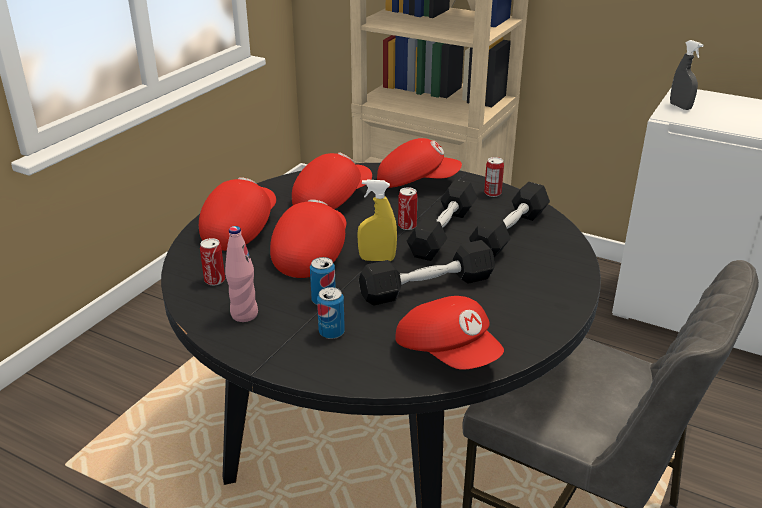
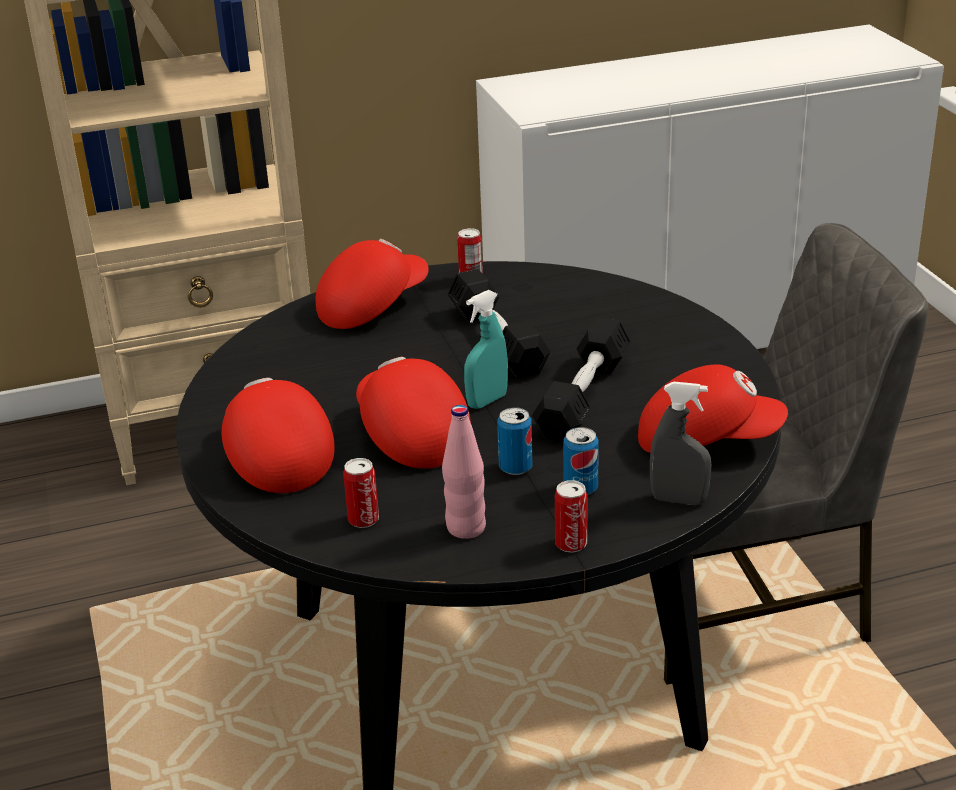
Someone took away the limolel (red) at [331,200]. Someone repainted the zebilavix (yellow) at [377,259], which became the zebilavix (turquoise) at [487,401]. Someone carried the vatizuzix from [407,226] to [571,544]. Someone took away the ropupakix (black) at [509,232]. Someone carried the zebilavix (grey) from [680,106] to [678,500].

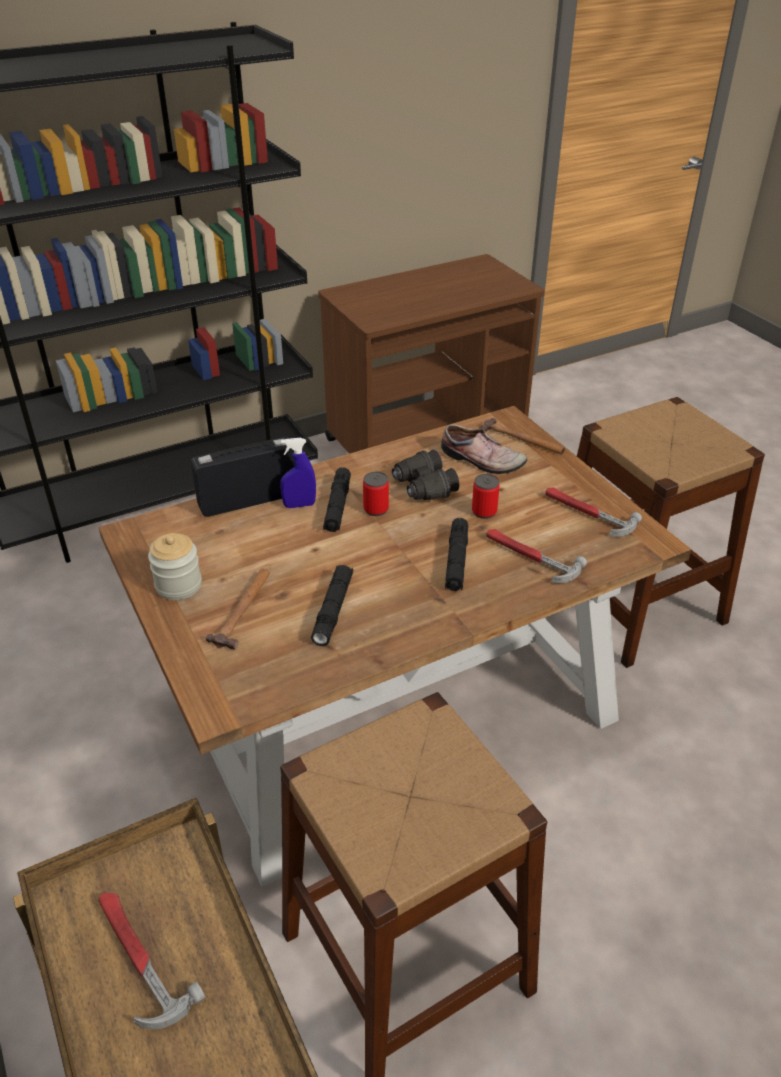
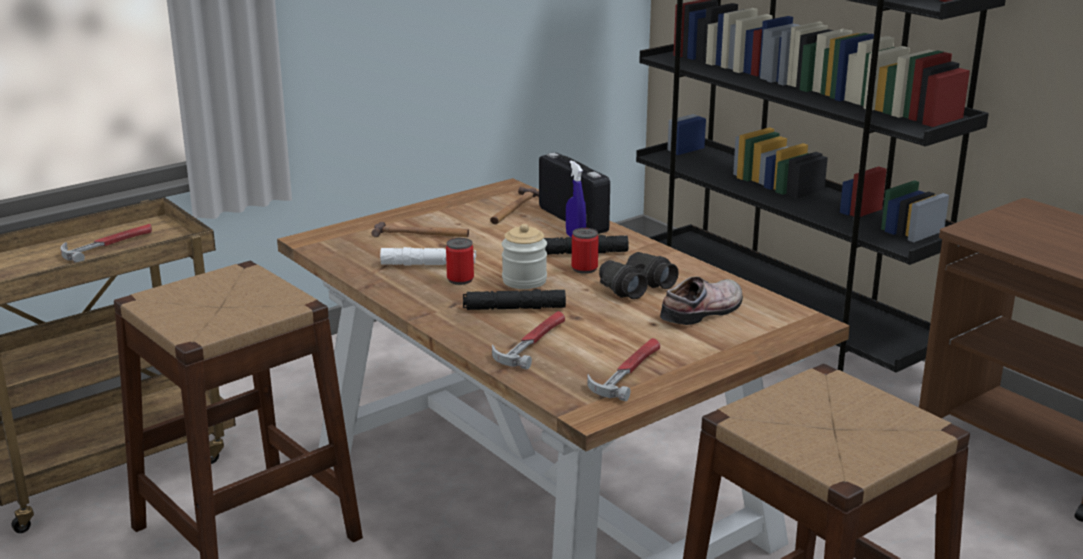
Someone carried the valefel from [178,585] to [524,281]. Someone repainted the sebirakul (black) at [333,610], which became the sebirakul (white) at [428,264]. Someone rotated the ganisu at [481,461] by 150 degrees counterclockwise. Someone carried the vatizuzix from [484,511] to [460,279]. Someone carried the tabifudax from [522,440] to [513,209].

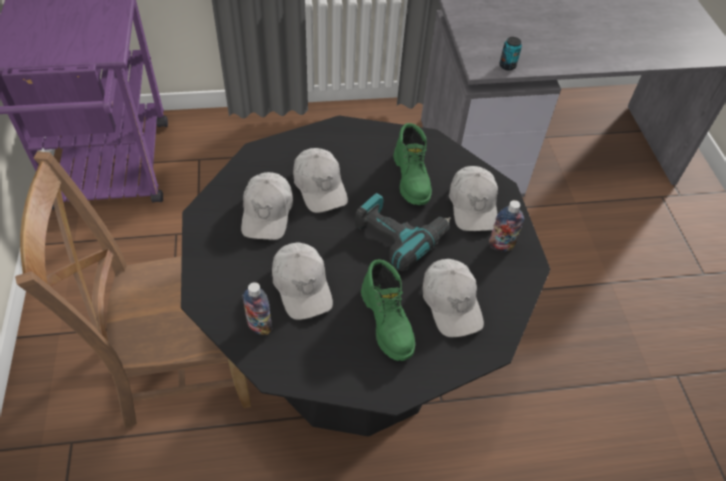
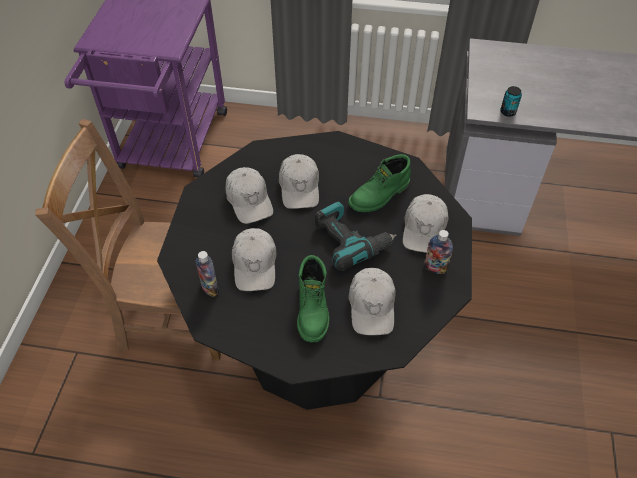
Someone rotated the limolel (white) at [267,213] by 45 degrees counterclockwise. Someone rotated the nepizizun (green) at [412,178] by 45 degrees clockwise.

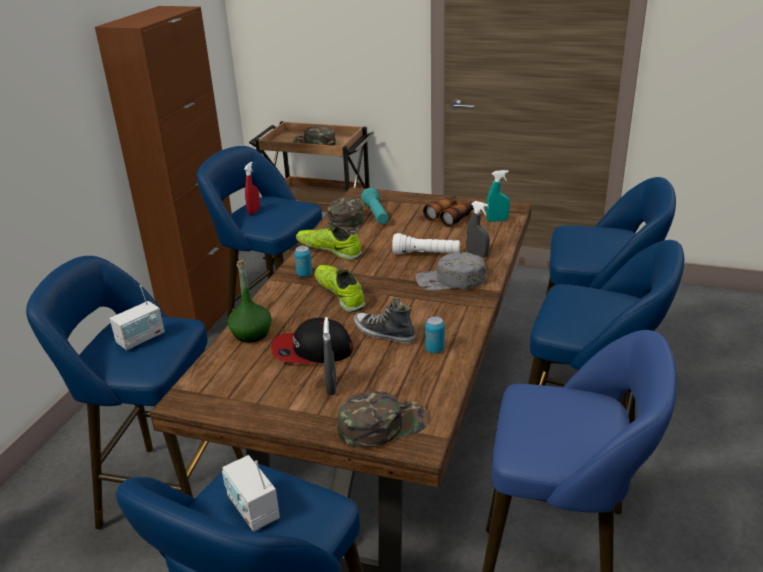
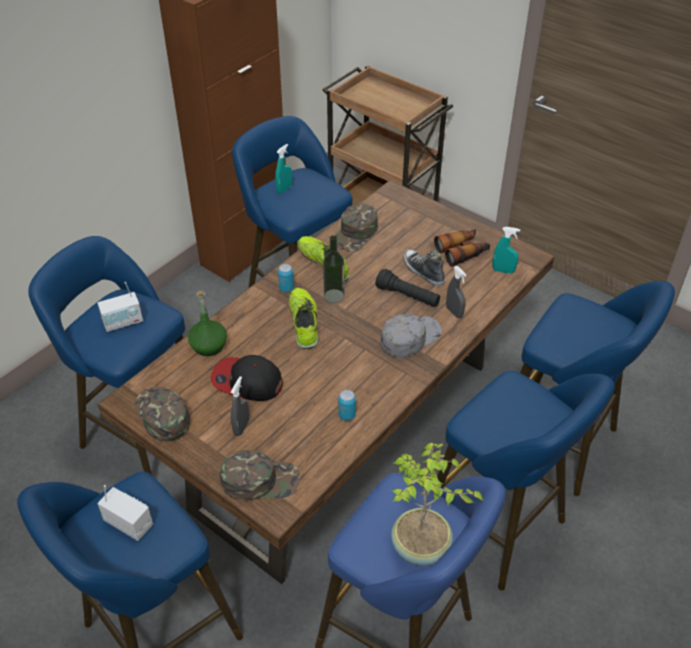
Someone rotated the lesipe at [253,509] by 135 degrees clockwise. Someone repainted the zebilavix (red) at [254,211], which became the zebilavix (turquoise) at [284,189]. Someone carried the limolel (green) from [314,143] to [162,415]. Someone carried the ganisu from [383,333] to [422,271]. Someone took away the sebirakul (turquoise) at [376,215]. Someone repainted the sebirakul (white) at [426,254], which became the sebirakul (black) at [407,296]. Someone rotated the limolel (grey) at [450,280] by 120 degrees clockwise. Someone put down the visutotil at [334,296]. Someone put down the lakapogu at [420,548].

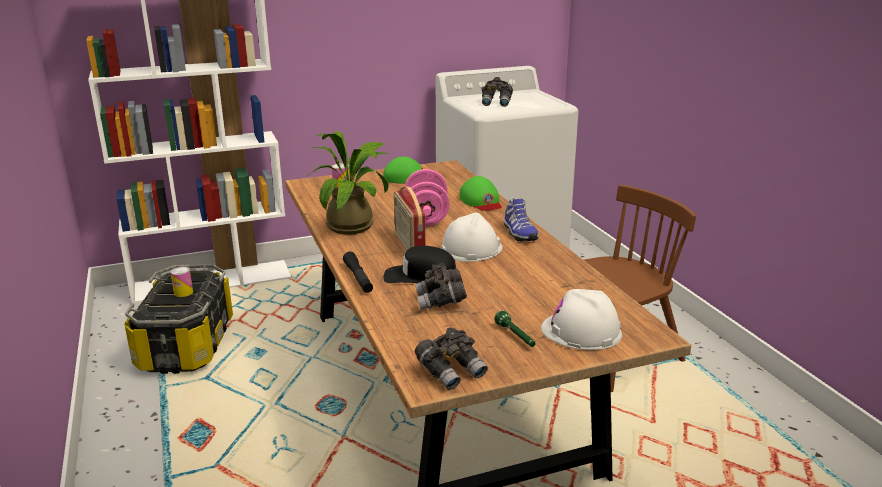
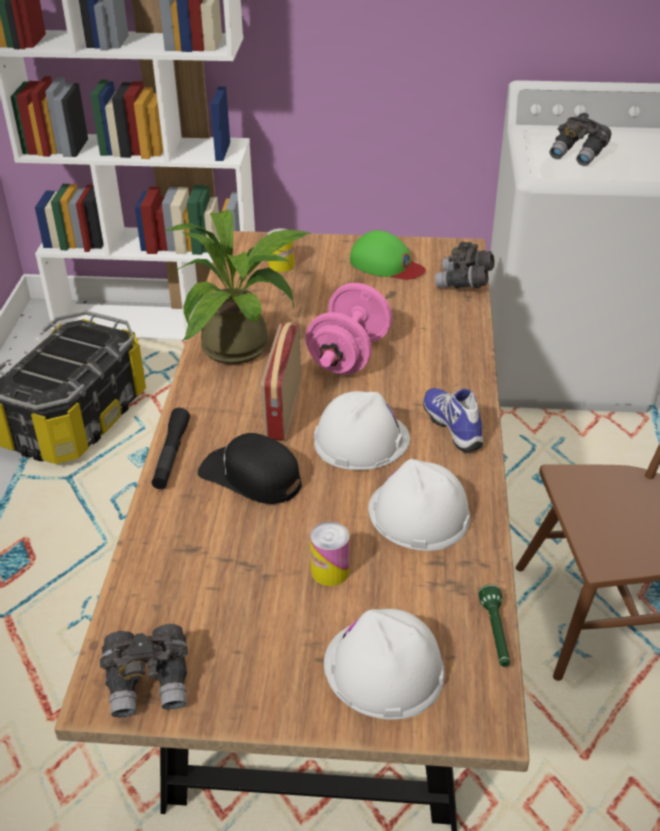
Someone carried the vatizuzix from [183,292] to [330,571]. Someone carried the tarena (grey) from [441,302] to [464,283]. Someone took away the limolel (green) at [481,201]. Someone carried the sebirakul (green) from [516,336] to [495,634]. Someone rotated the ganisu at [518,233] by 150 degrees clockwise. Someone put down the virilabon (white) at [418,513].

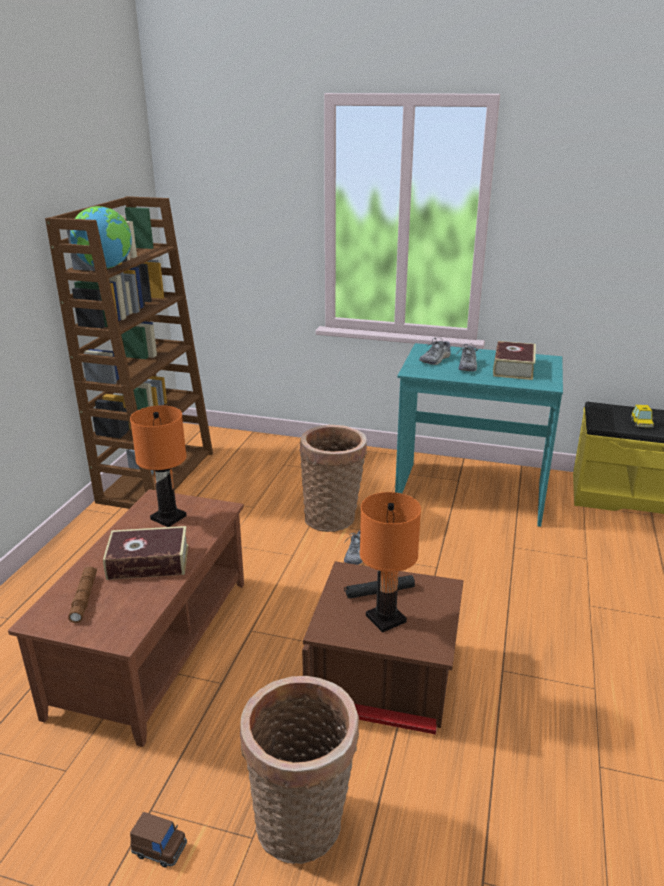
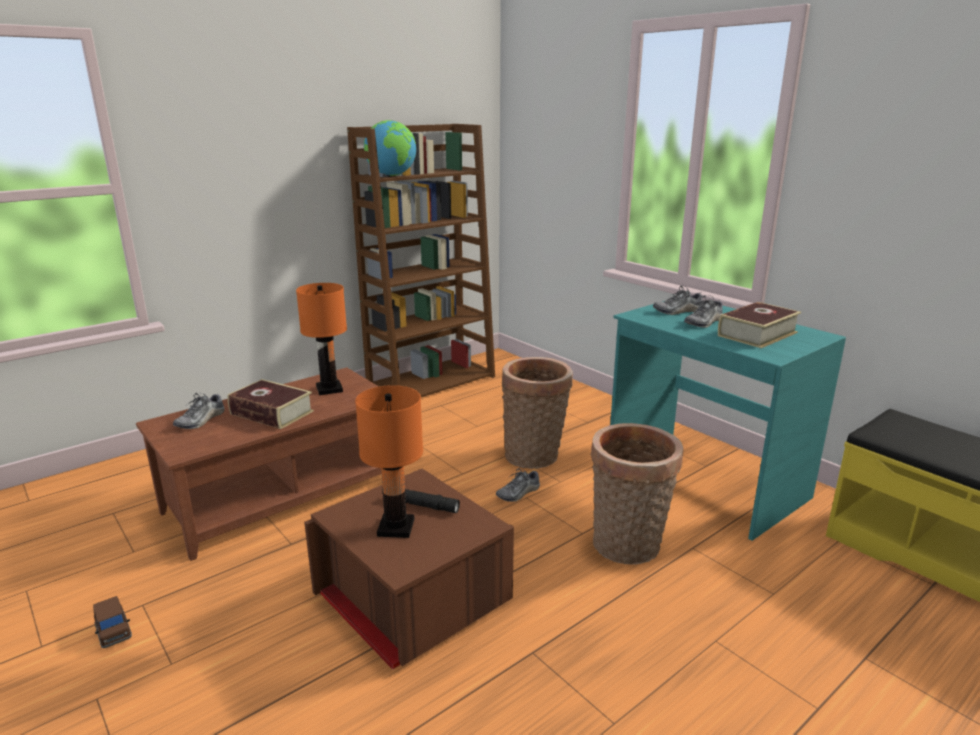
Someone swapped the sebirakul (brown) at [84,598] for the ganisu at [201,420]. Someone carried the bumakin from [302,827] to [627,547]. Someone took away the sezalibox at [641,424].

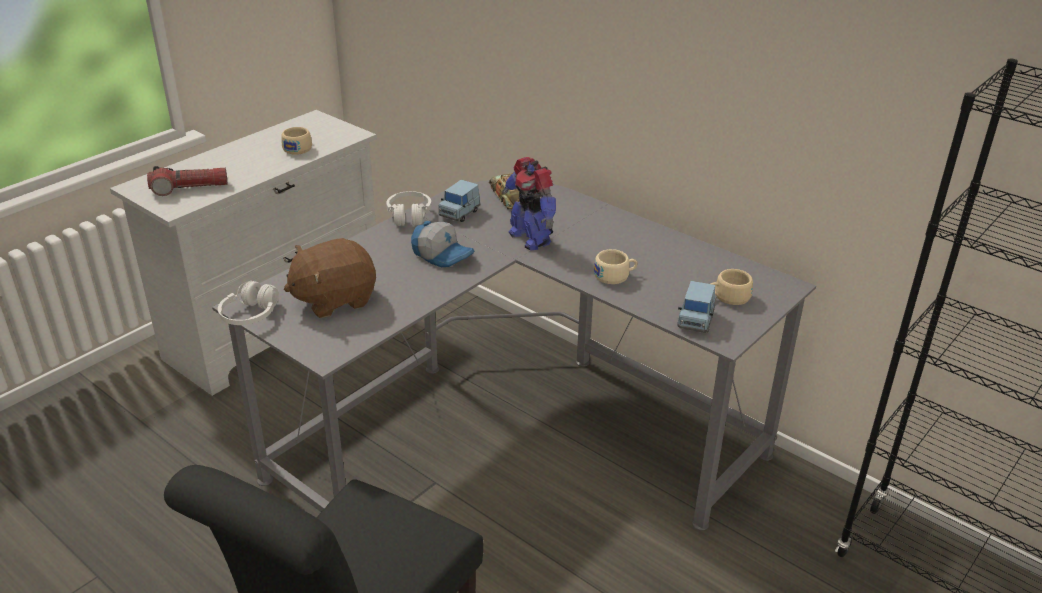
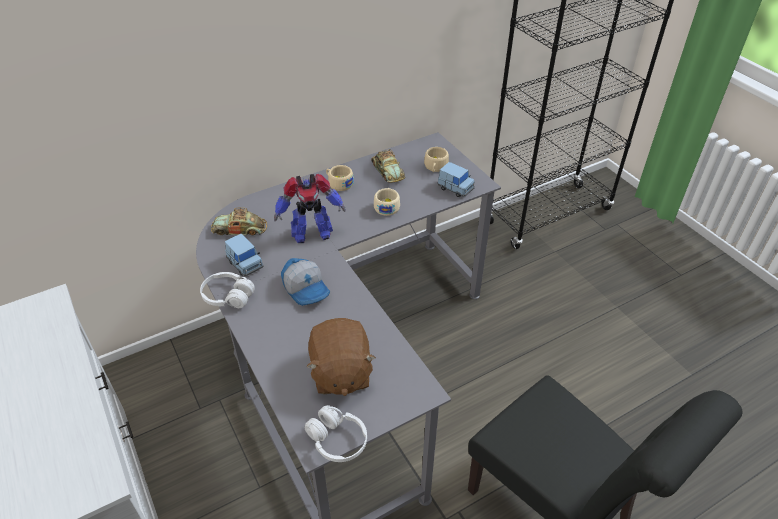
Someone took away the sebirakul at [189,188]. Someone carried the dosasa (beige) from [299,148] to [338,183]. Someone rotated the limolel at [443,254] by 90 degrees clockwise. Someone put down the sezalibox at [387,171].

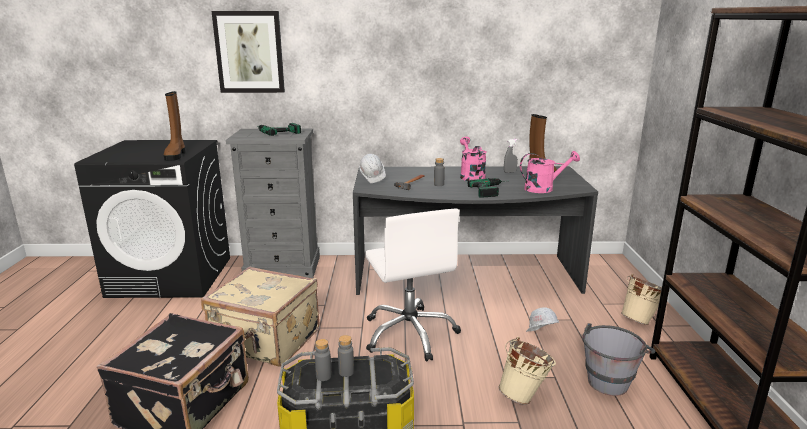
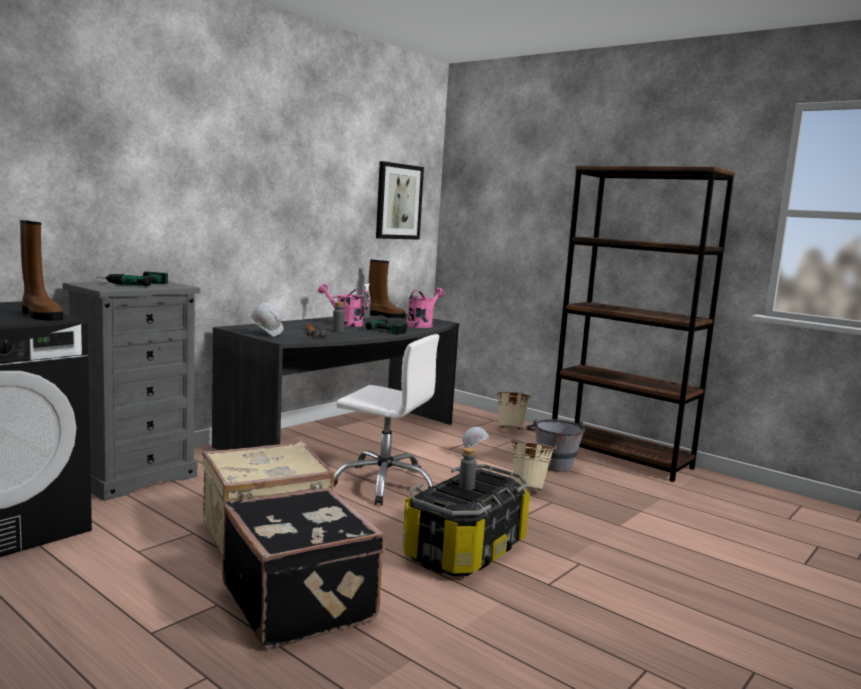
Someone carried the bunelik from [249,52] to [398,201]. Someone took away the visutotil (grey) at [323,376].

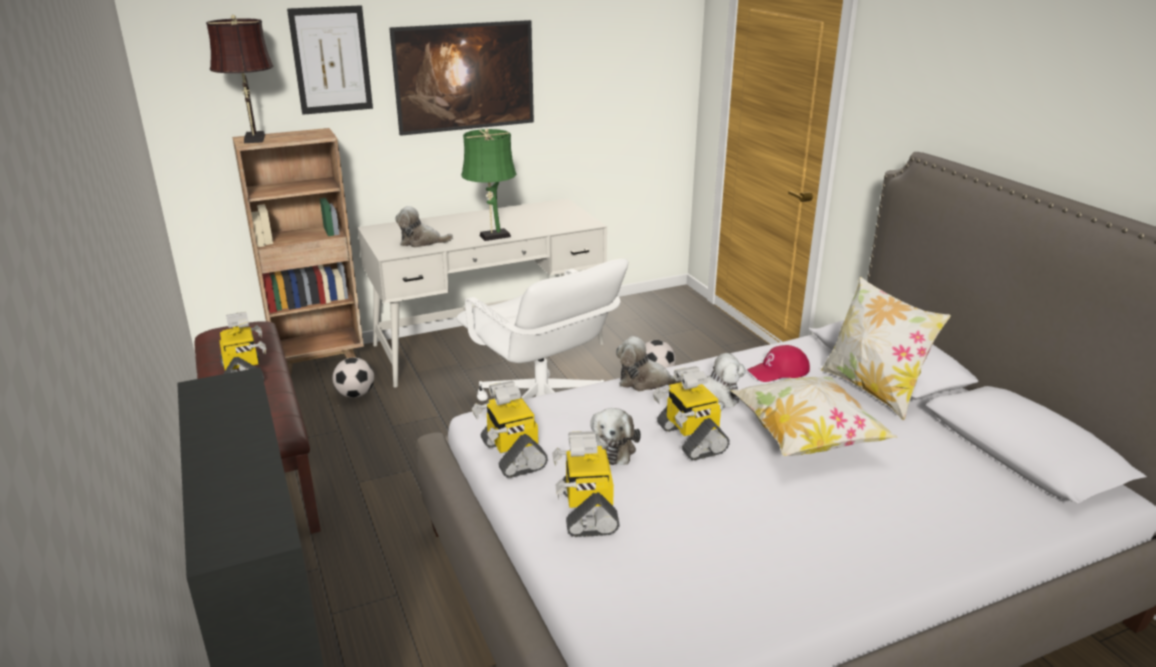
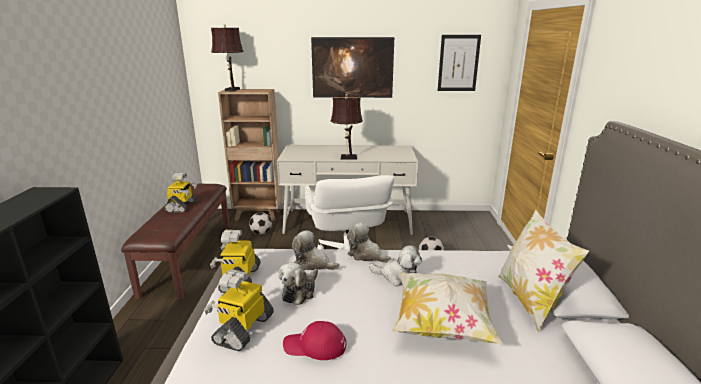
Someone carried the bunelik from [331,60] to [458,63]. Someone carried the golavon from [421,242] to [313,264]. Someone repainted the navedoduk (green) at [492,236], which became the navedoduk (brown) at [347,158]. Someone took away the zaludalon at [689,438]. Someone carried the limolel (red) from [778,371] to [315,346].

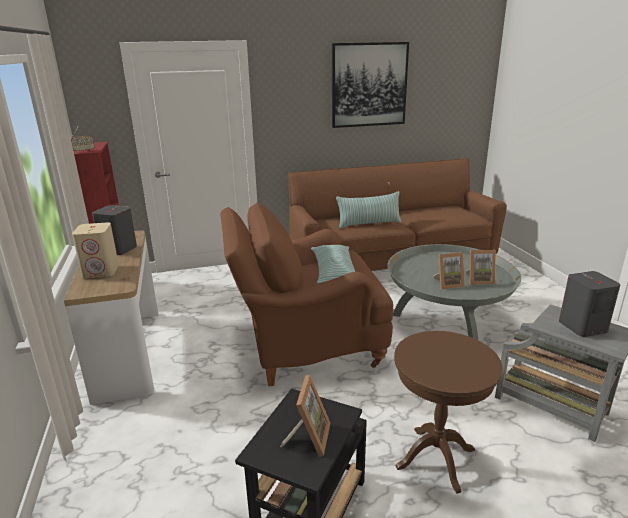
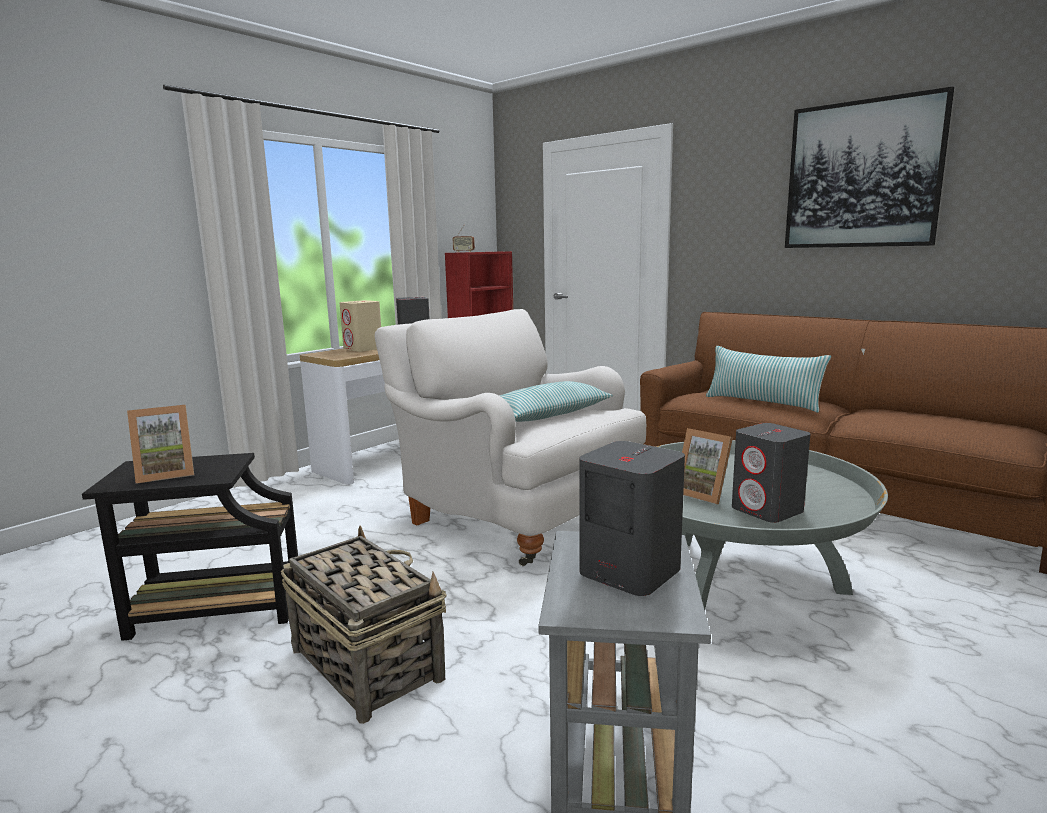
Someone repainted the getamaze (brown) at [304,345], which became the getamaze (white) at [514,515]. Someone swapped the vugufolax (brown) at [435,458] for the bumakin at [365,662]. Someone swapped the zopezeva at [479,280] for the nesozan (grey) at [767,510].

